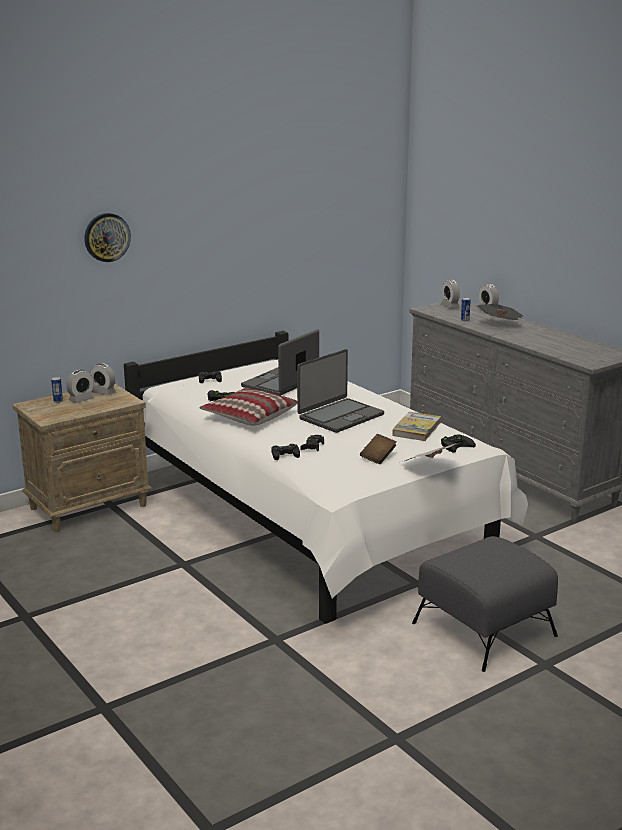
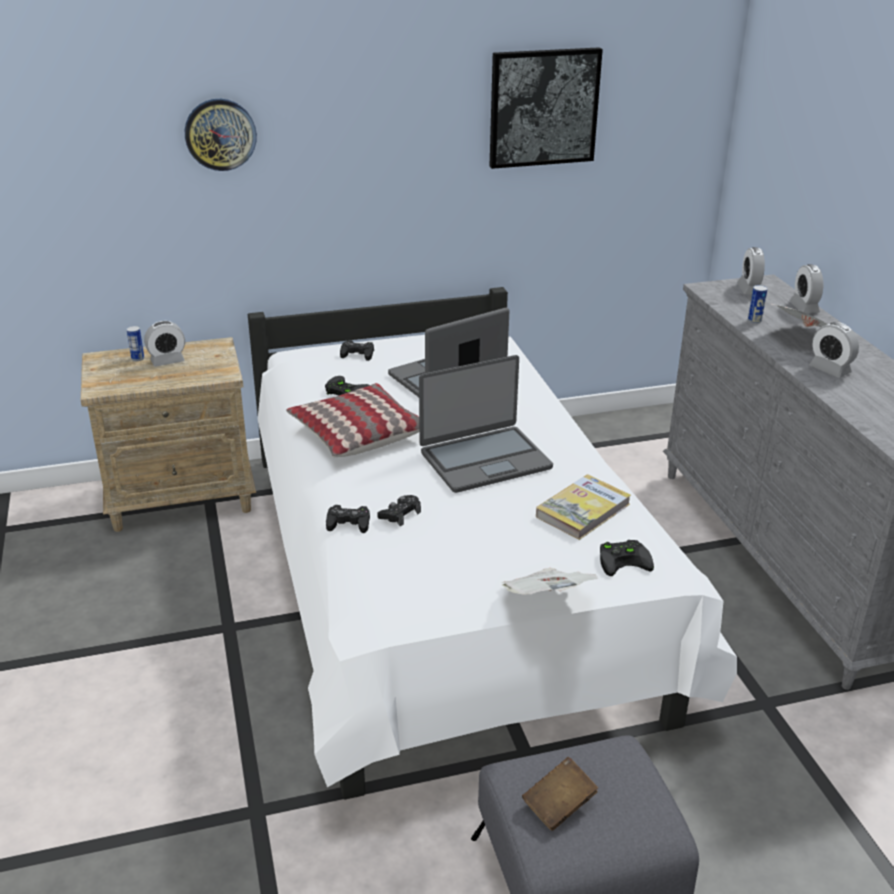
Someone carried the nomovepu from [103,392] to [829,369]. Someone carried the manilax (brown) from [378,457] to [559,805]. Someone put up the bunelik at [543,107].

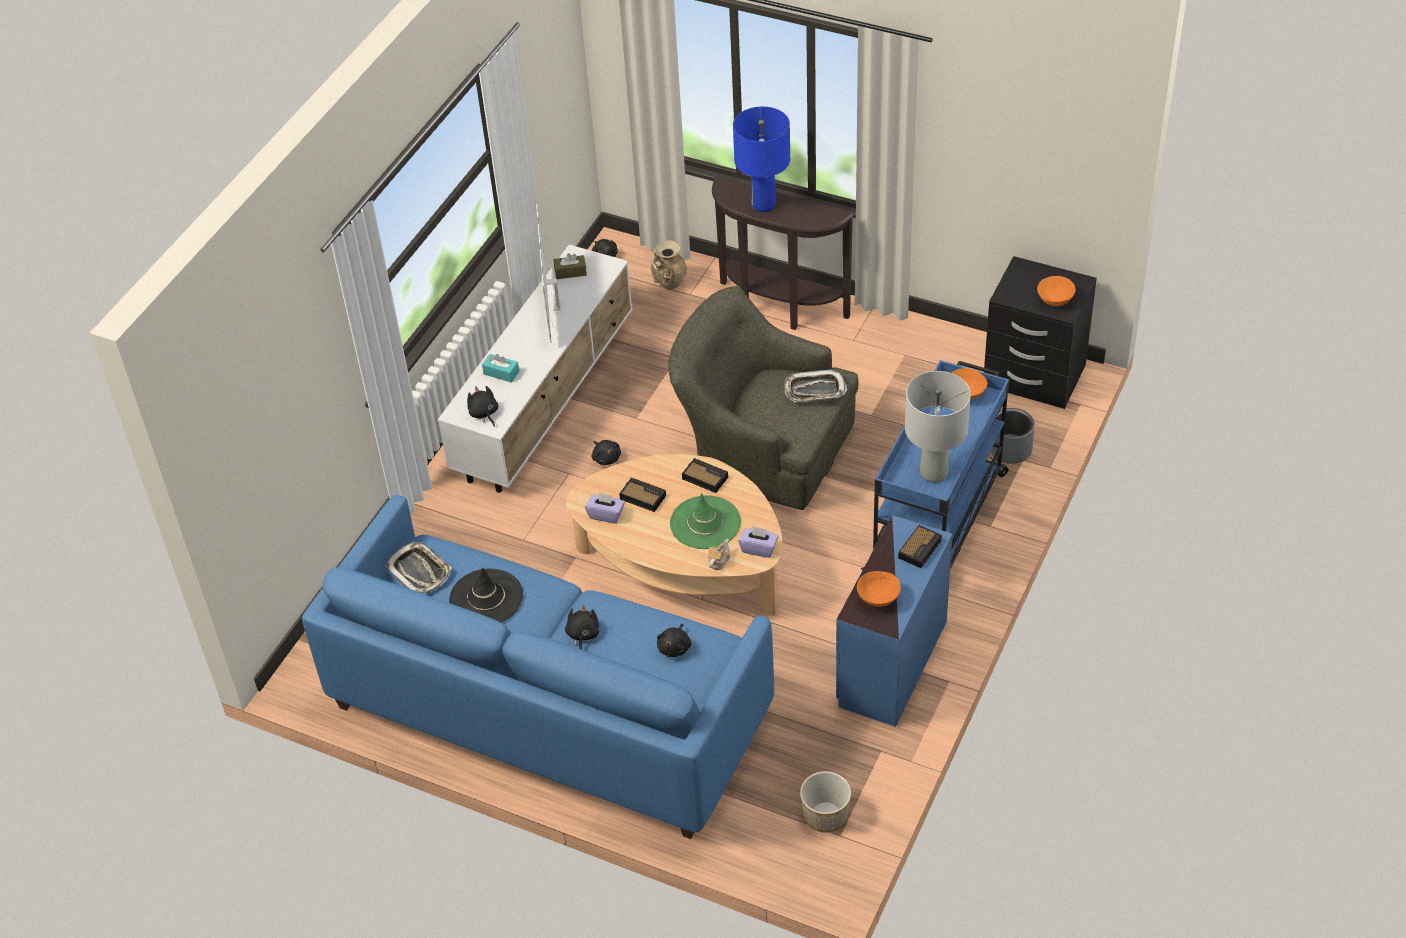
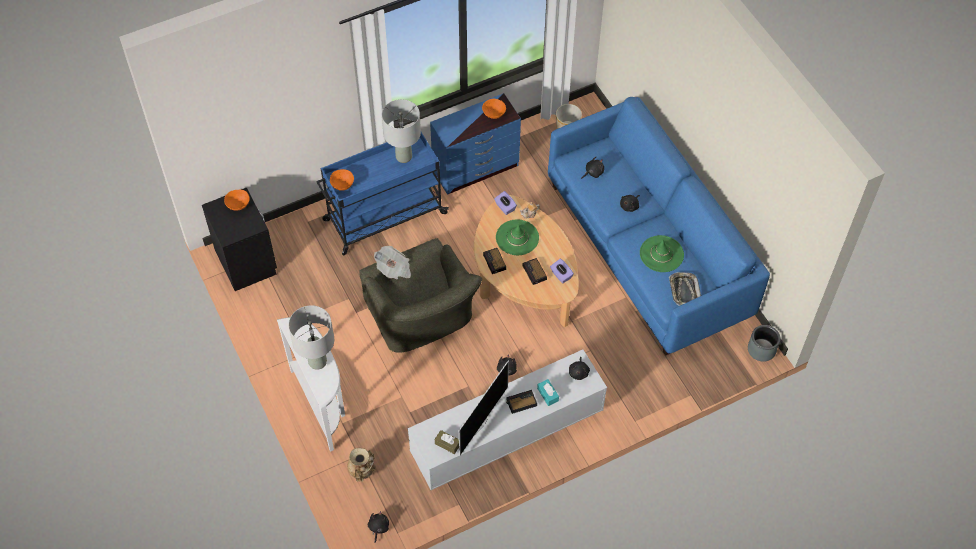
Someone repainted the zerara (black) at [486,598], which became the zerara (green) at [661,254]. Someone repainted the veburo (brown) at [778,309], which became the veburo (white) at [322,404]. Someone repainted the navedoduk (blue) at [764,204], which became the navedoduk (grey) at [317,362]. Someone swapped the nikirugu at [814,390] for the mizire at [394,269]. Someone carried the nomovepu from [920,548] to [521,403]. Someone carried the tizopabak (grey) from [1010,449] to [761,350].

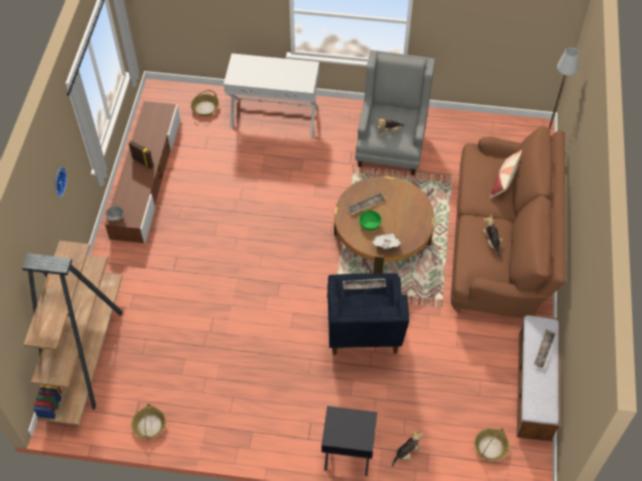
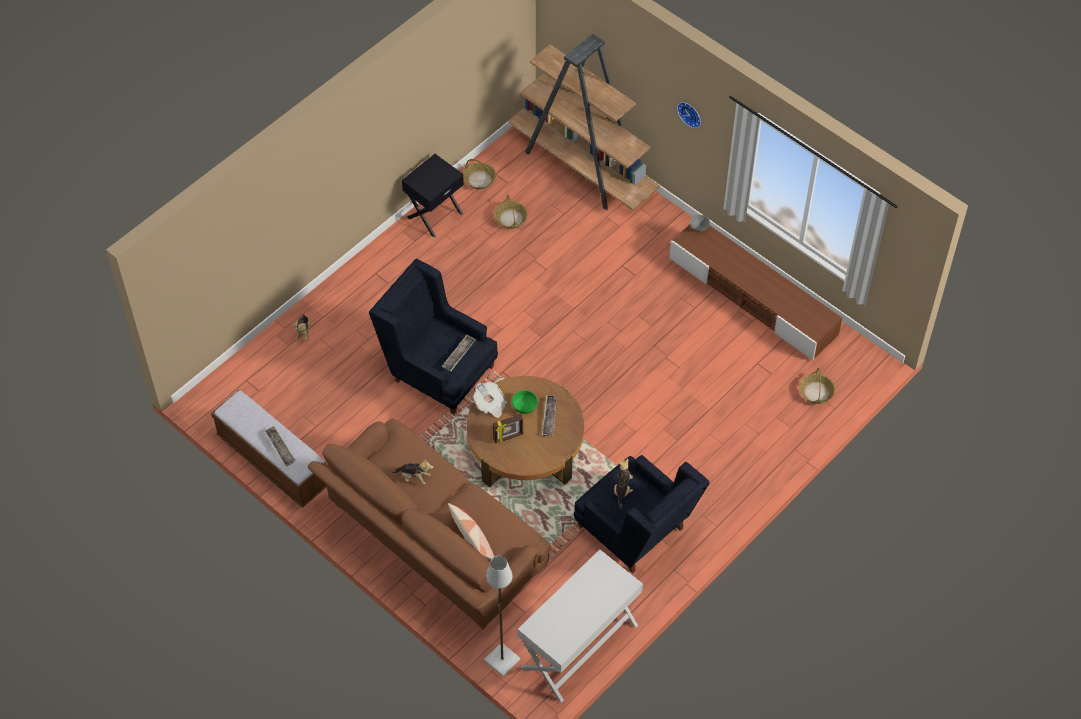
Someone carried the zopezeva from [143,162] to [508,437]. Someone carried the veburo (white) from [274,116] to [579,646]. Someone carried the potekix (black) from [348,454] to [434,215]. Someone repainted the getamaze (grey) at [391,143], which became the getamaze (blue) at [637,532]. Someone carried the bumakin from [490,447] to [510,218].

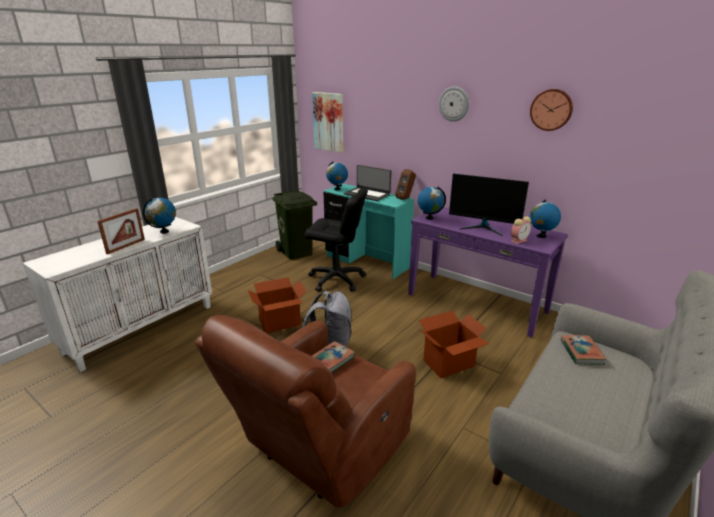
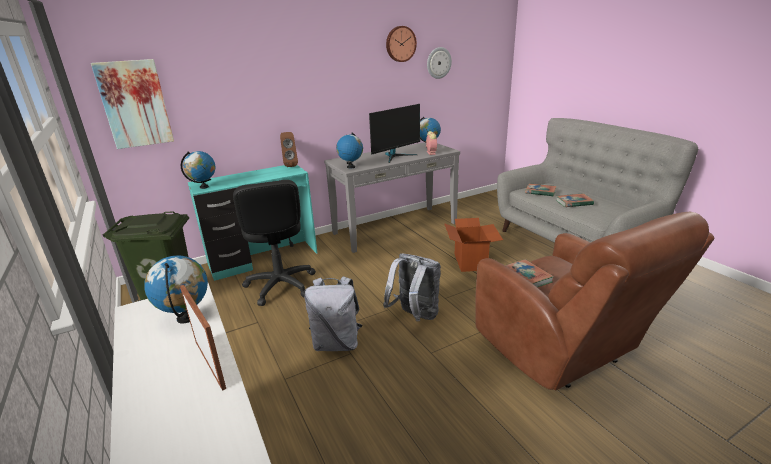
Someone swapped the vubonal at [280,322] for the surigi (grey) at [337,343]. Someone rotated the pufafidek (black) at [336,280] by 120 degrees clockwise. Someone took away the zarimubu at [367,194]. Someone repainted the veburo (purple) at [476,302], which became the veburo (grey) at [395,228]. Someone carried the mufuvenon from [454,104] to [438,63]. Someone put down the manilax at [574,202].

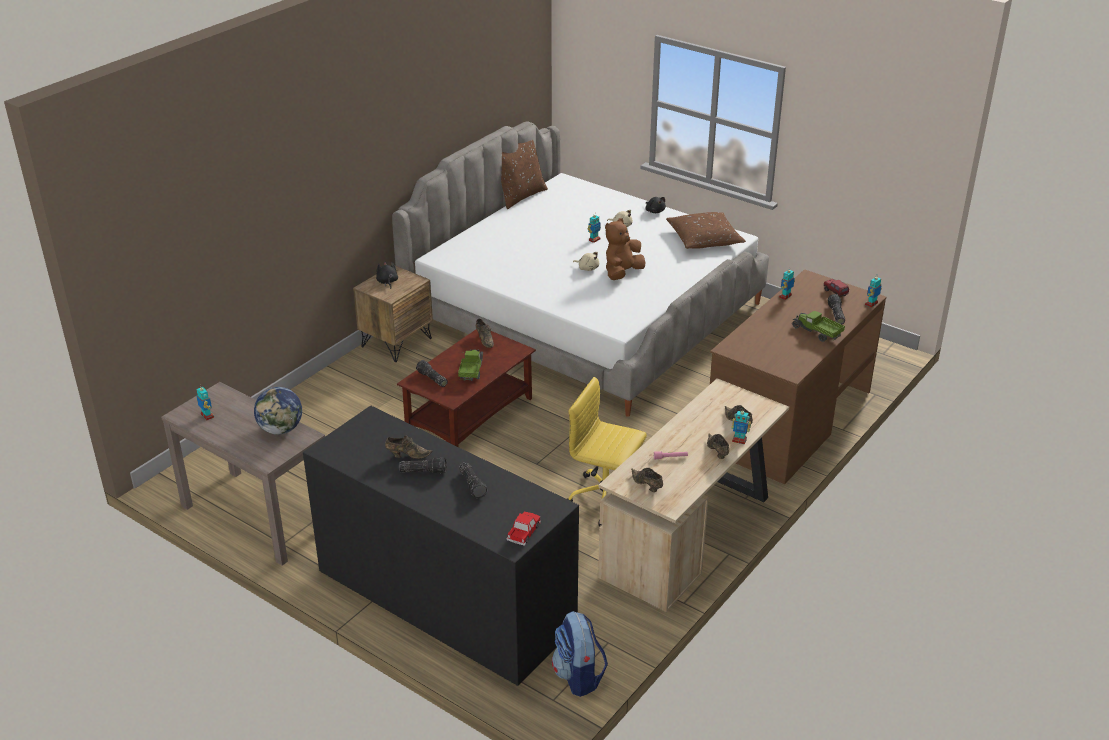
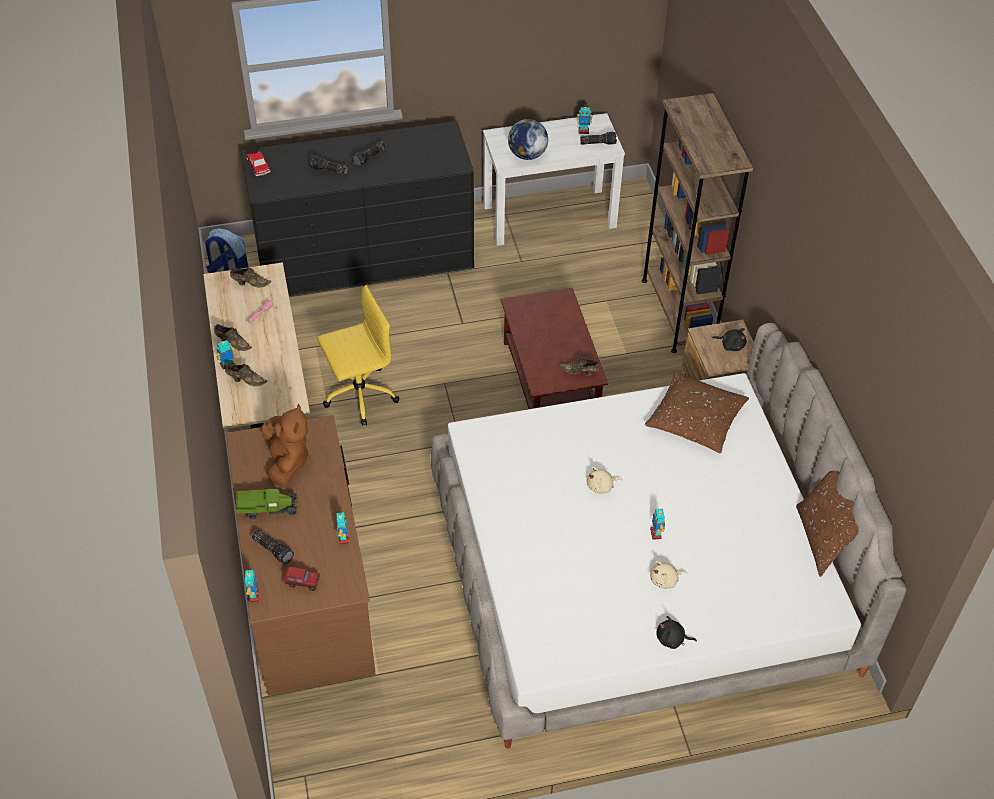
Someone repainted the veburo (brown) at [257,515], which became the veburo (white) at [550,216]. Someone took away the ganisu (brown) at [407,455]. Someone carried the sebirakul from [431,379] to [598,143]. Someone took away the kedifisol at [471,371]. Someone carried the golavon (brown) from [622,273] to [287,461]. Someone carried the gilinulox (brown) from [704,238] to [695,419]. Someone put down the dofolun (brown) at [678,312].

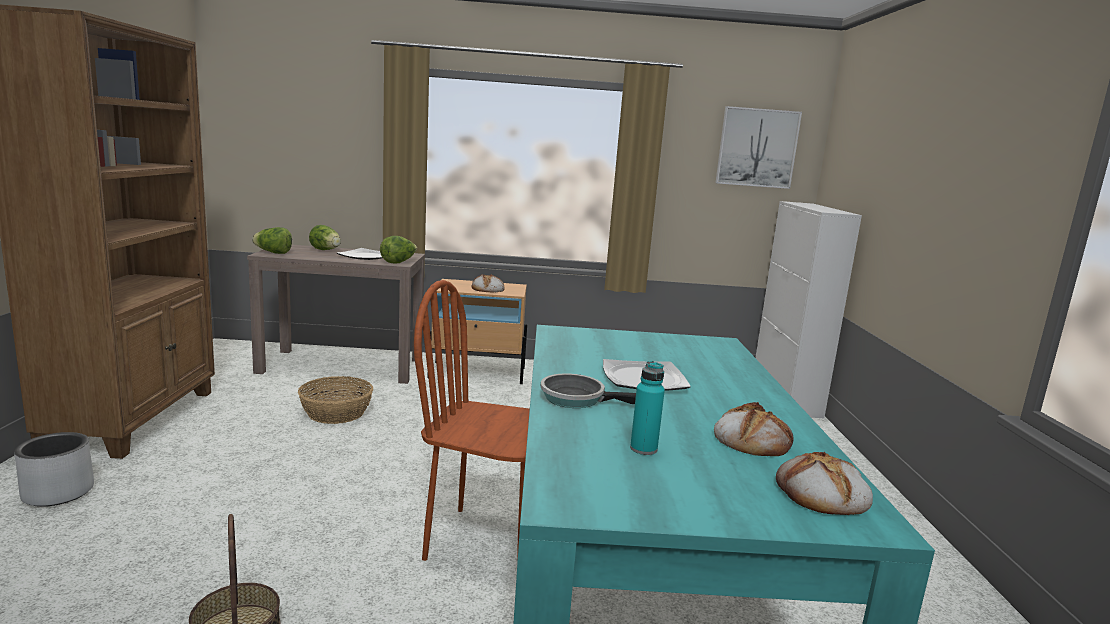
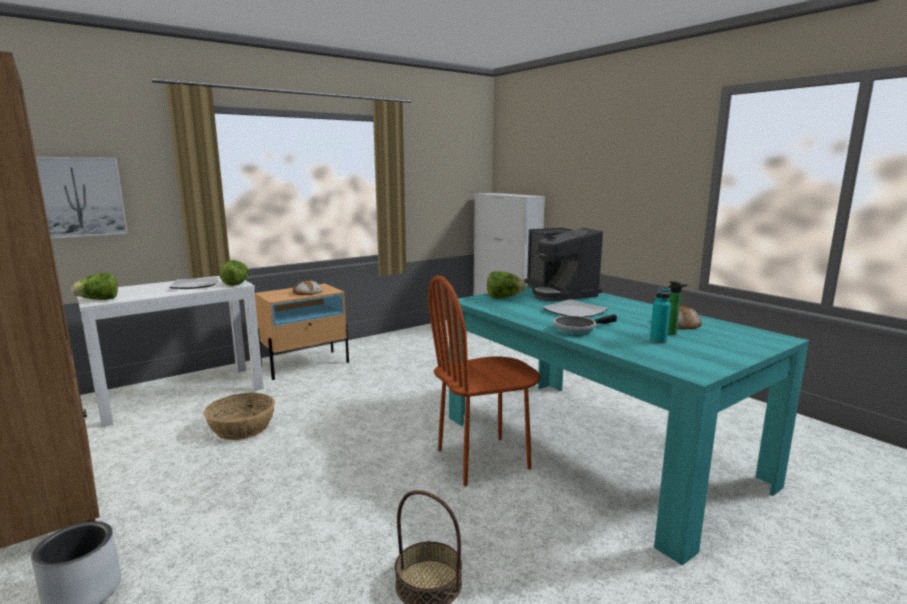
Someone repainted the veburo (brown) at [343,366], which became the veburo (white) at [182,394]. Someone carried the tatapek from [326,250] to [504,297]. Someone carried the bunelik from [757,148] to [76,197]. Someone took away the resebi at [821,494]. Someone put down the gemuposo at [559,292]. Someone put down the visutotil at [672,333].

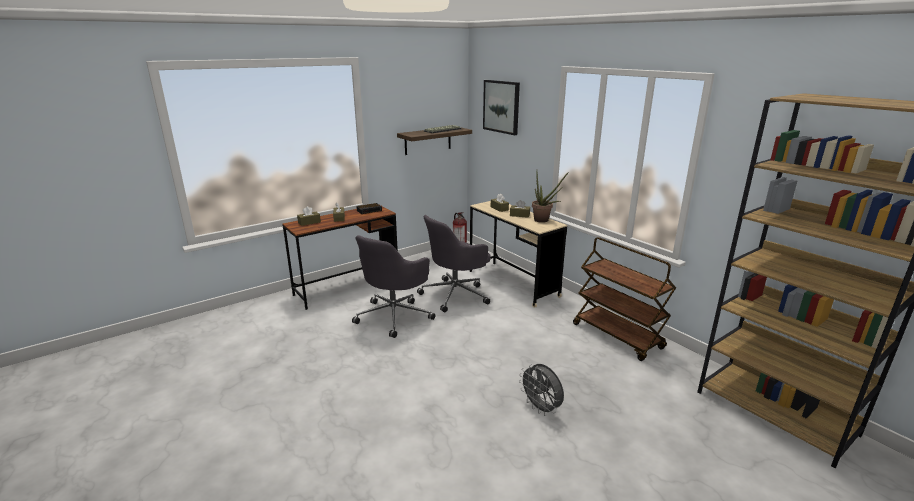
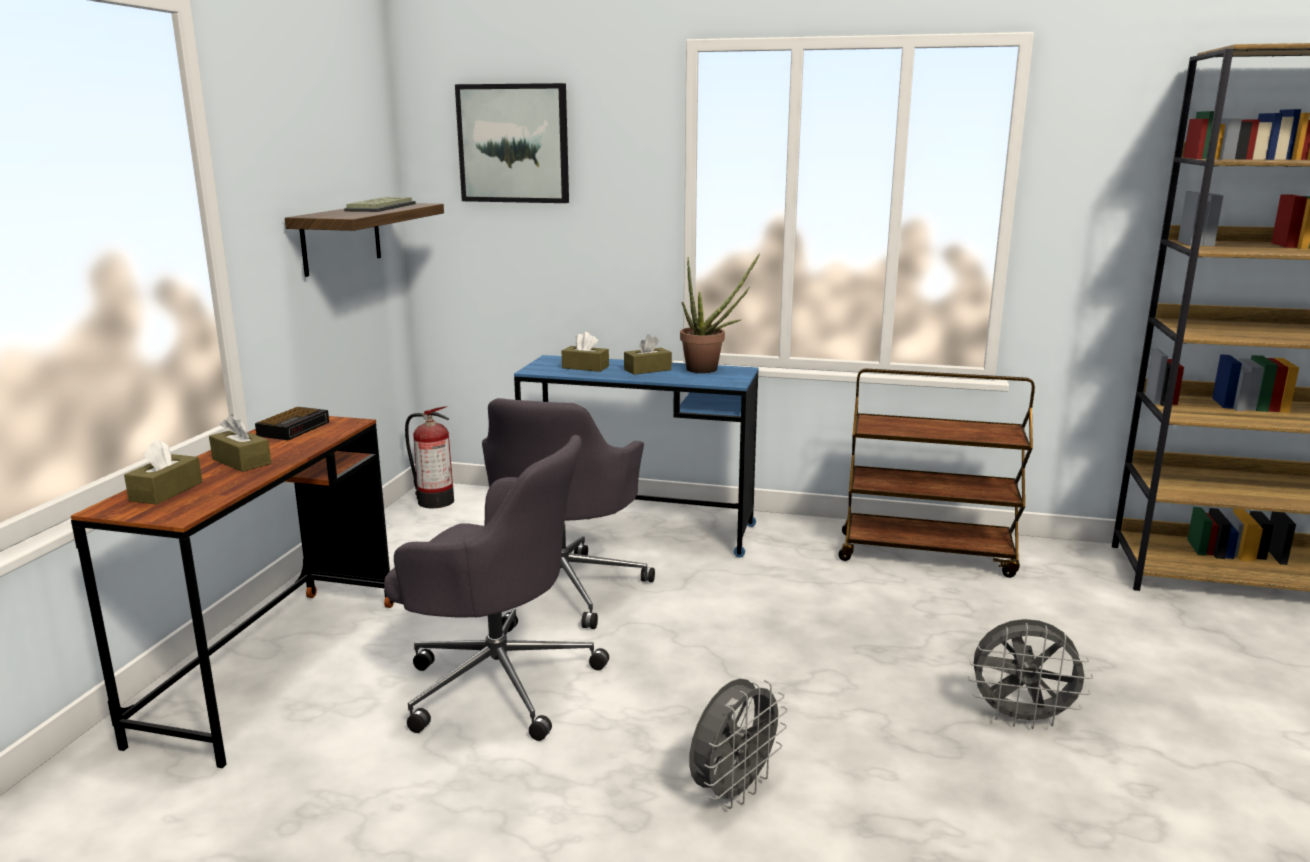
Someone rotated the pufafidek (grey) at [394,316] by 60 degrees counterclockwise. Someone repainted the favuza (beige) at [512,283], which became the favuza (blue) at [639,530]. Someone put down the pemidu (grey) at [733,791].

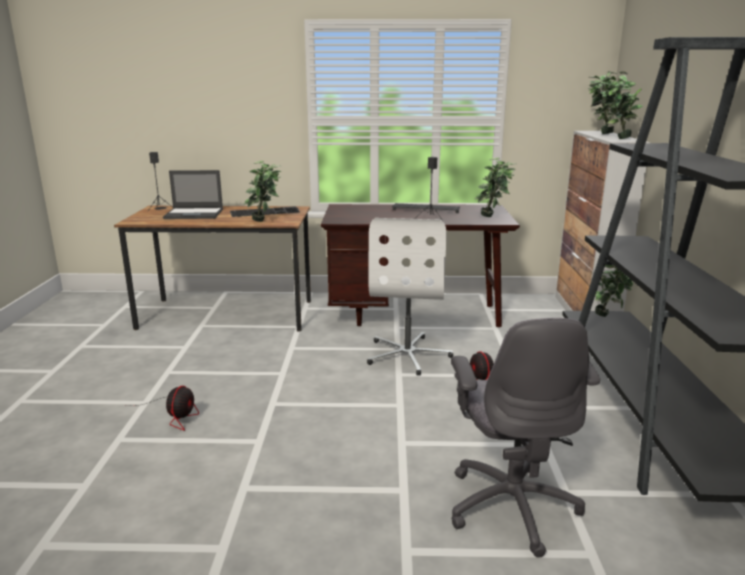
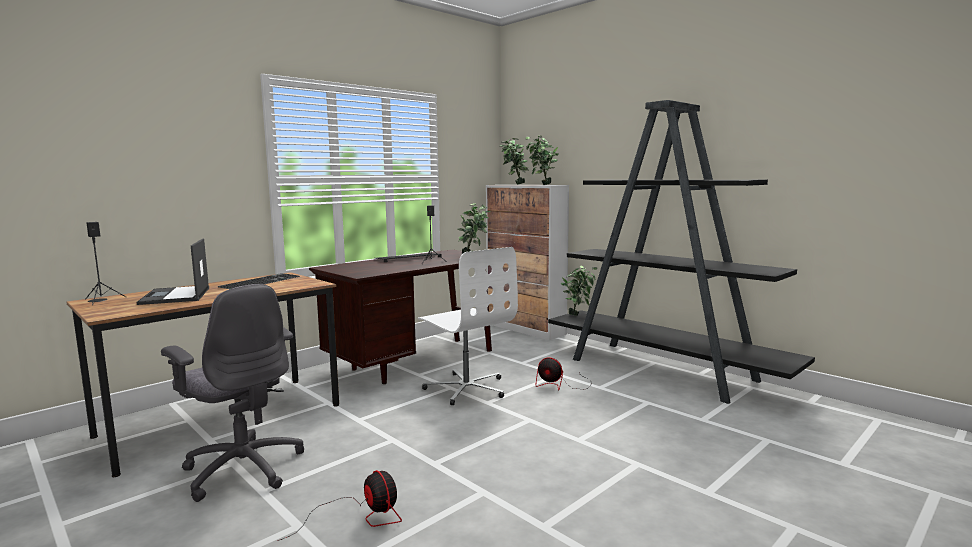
Someone rotated the zarimubu at [195,214] by 120 degrees clockwise. Someone took away the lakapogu at [265,221]. Someone carried the pufafidek (grey) from [512,505] to [243,468].

